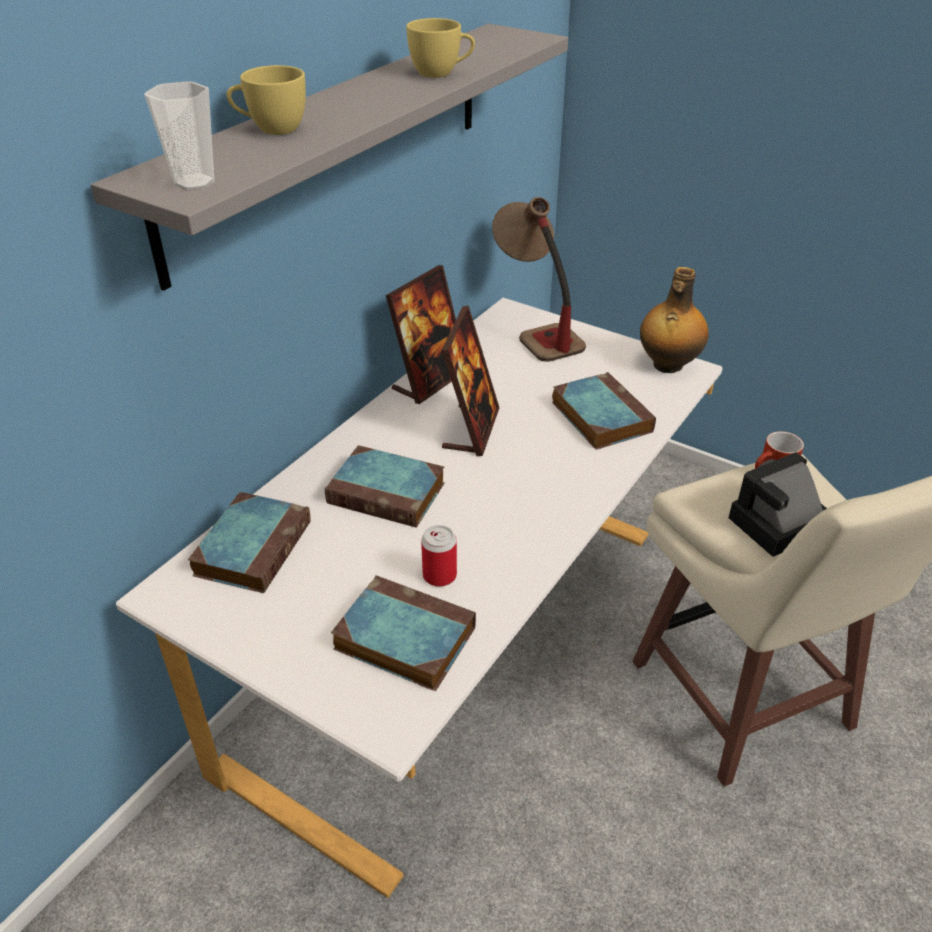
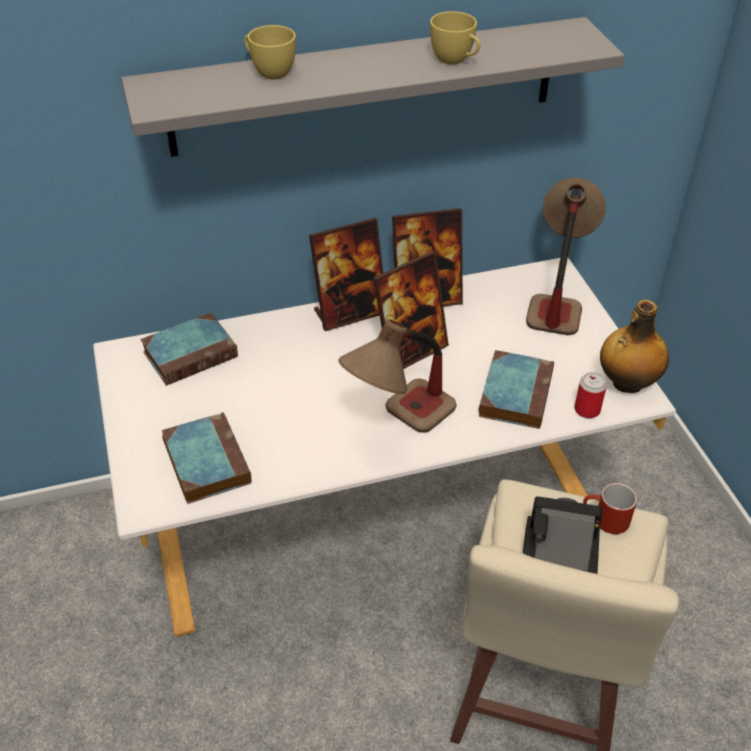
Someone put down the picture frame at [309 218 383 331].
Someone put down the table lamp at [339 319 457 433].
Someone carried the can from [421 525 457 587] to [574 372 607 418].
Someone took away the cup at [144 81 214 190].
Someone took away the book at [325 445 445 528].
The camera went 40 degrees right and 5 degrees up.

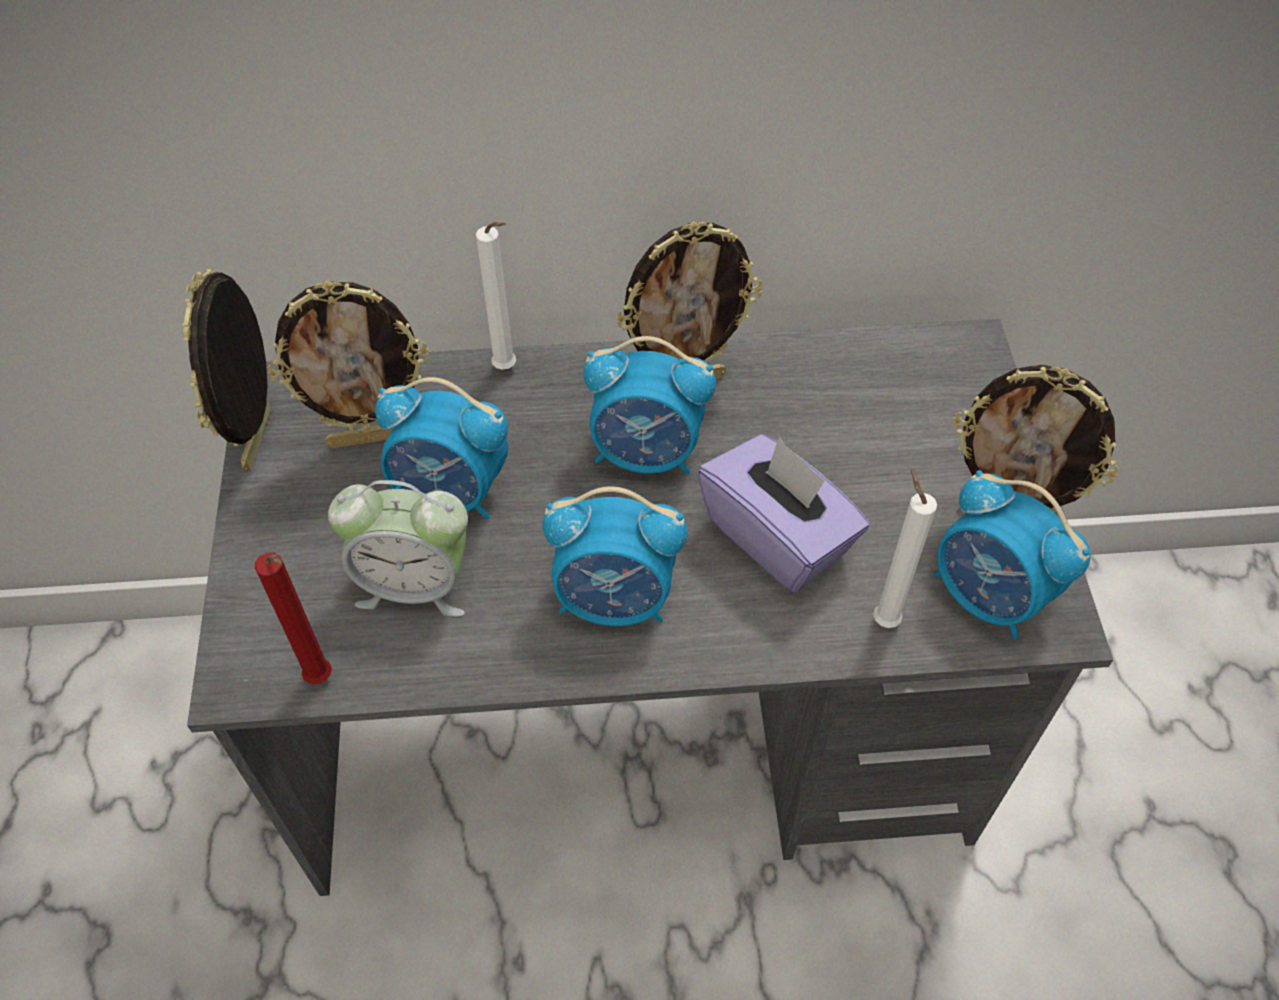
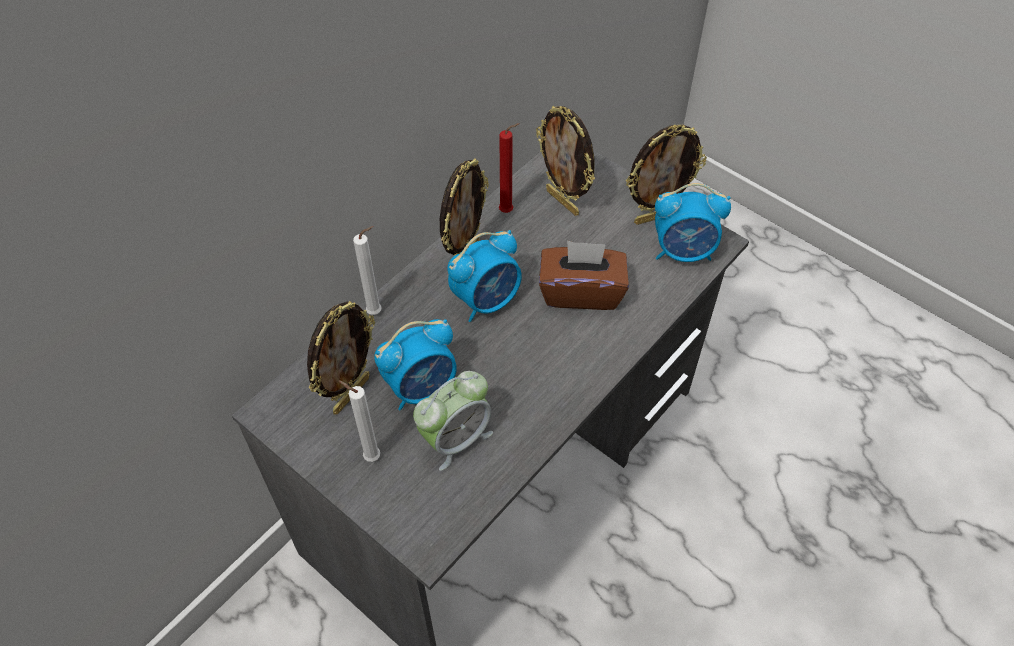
Someone carried the candle (white) from [873 468 937 628] to [339 381 380 462].
Someone carried the candle (red) from [254 553 332 684] to [499 123 519 213].
Someone carried the picture frame from [182 267 271 473] to [536 106 595 216].
Someone repainted the tissue box (purple) at [698 434 869 593], which became the tissue box (brown) at [539 240 629 310].
Someone took away the alarm clock at [542 486 687 626].
The camera went 45 degrees left and 0 degrees up.

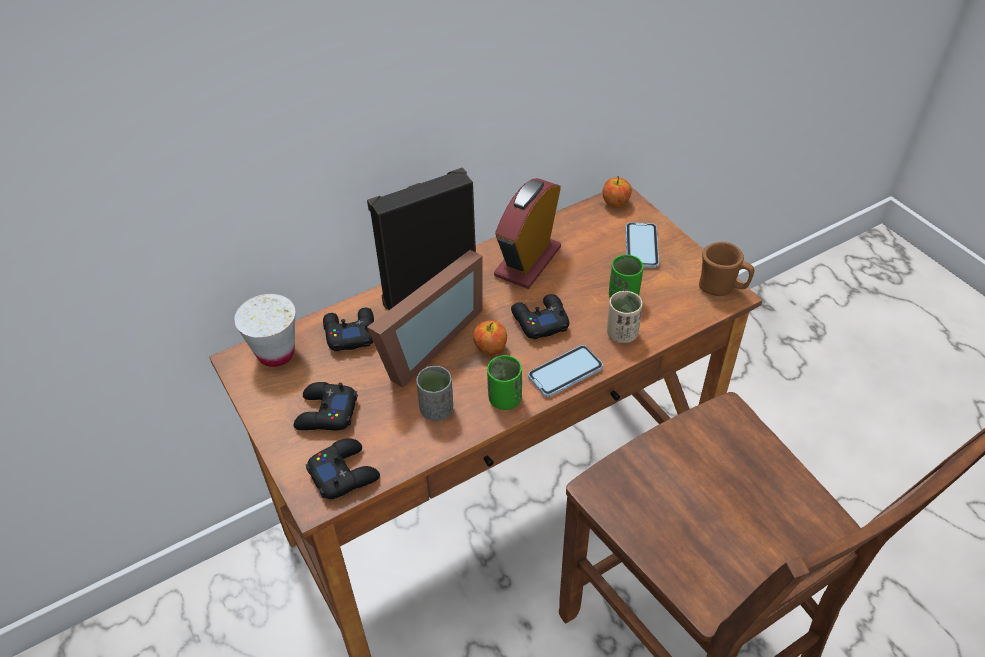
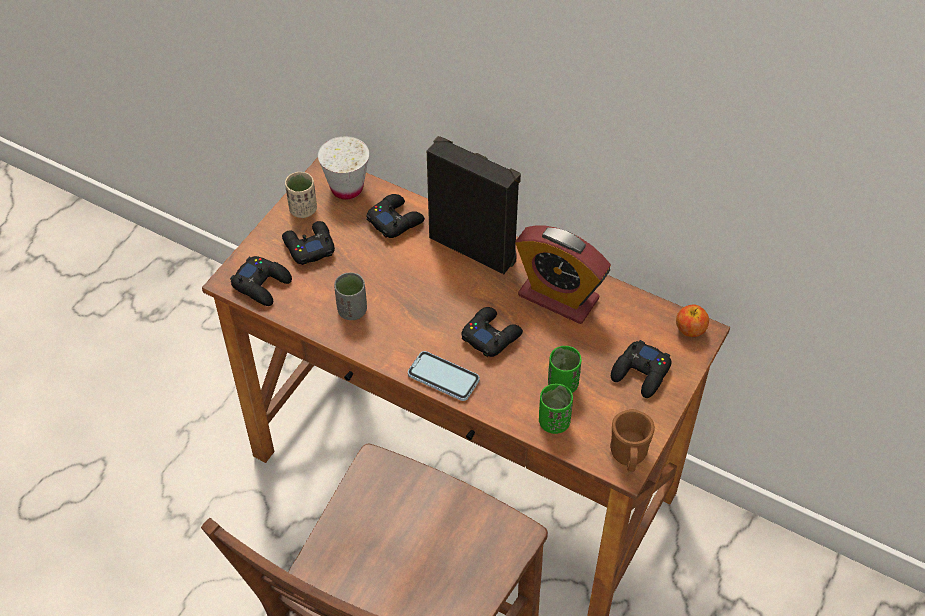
Someone carried the cup (beige) from [607 291 643 343] to [285 172 317 218].
Someone rotated the alarm clock at [494 178 561 289] by 150 degrees counterclockwise.
Someone carried the cup (green) from [487 355 522 410] to [539 384 573 434].
Someone swapped the phone at [626 223 659 268] for the game controller (black) at [611 340 671 398].
Someone took away the picture frame at [367 250 483 388].
Someone took away the apple at [473 320 507 355].
The camera went 60 degrees right and 5 degrees up.

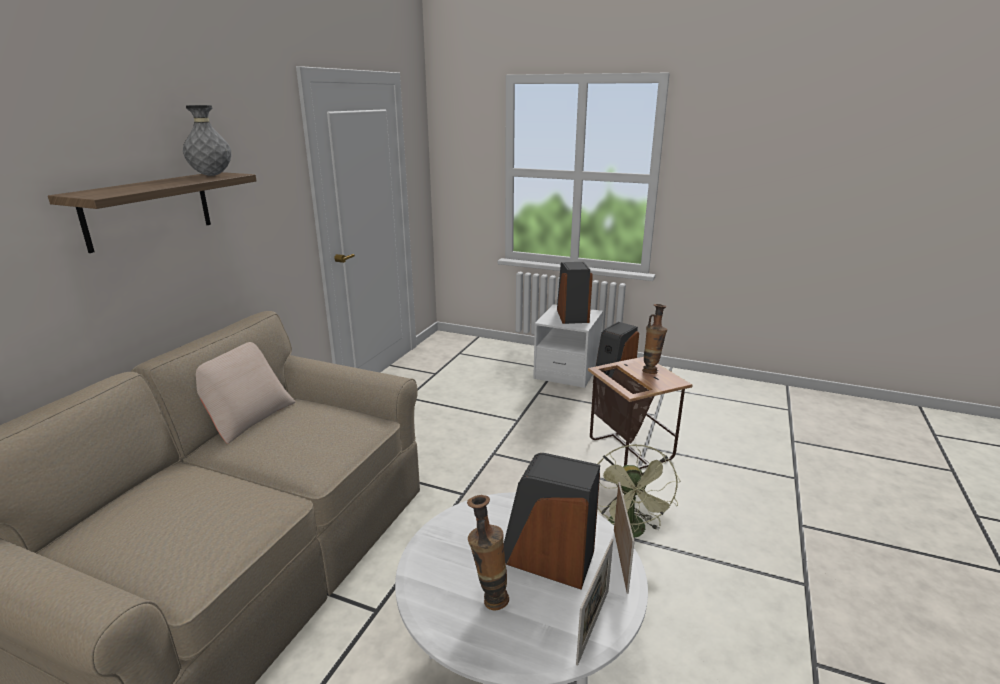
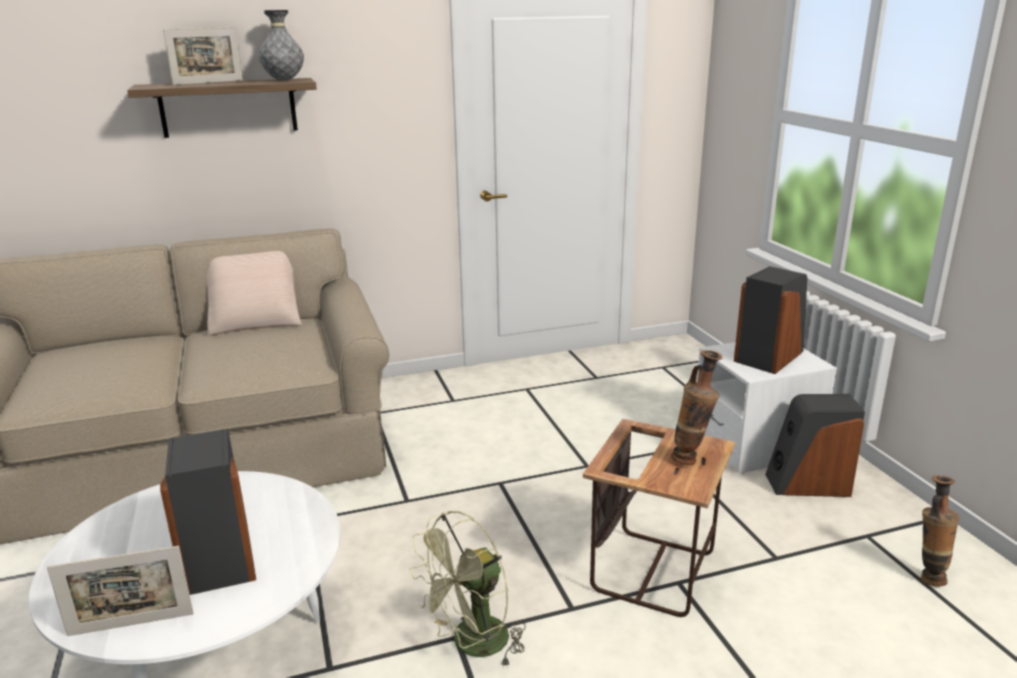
Someone carried the picture frame from [614 482 635 594] to [163 27 243 85].
Someone carried the vase from [467 495 509 611] to [921 475 960 587].
The camera went 50 degrees right and 0 degrees up.

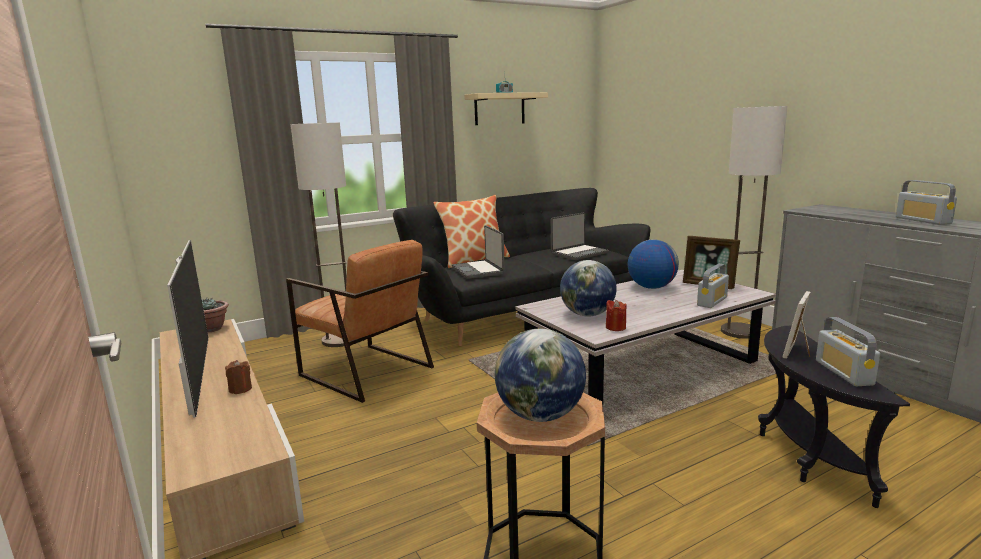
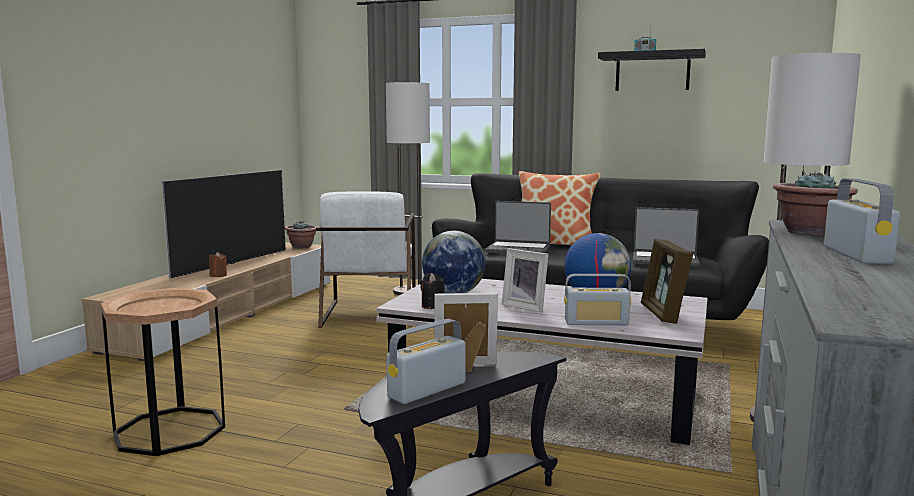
Someone repainted the armchair (brown) at [286 240 434 403], which became the armchair (white) at [316 192 416 328].
Someone repainted the candle (red) at [606 300 626 331], which became the candle (black) at [420 273 445 309].
Someone rotated the laptop at [452 225 505 279] by 105 degrees counterclockwise.
Someone put down the picture frame at [502 248 549 312].
Someone repainted the shelf (beige) at [464 92 548 125], which became the shelf (black) at [598 49 706 91].
Someone put down the potted plant at [773 171 858 236].
Someone rotated the radio at [896 180 957 225] by 150 degrees clockwise.
Someone took away the globe at [495 328 586 422].
The camera went 50 degrees right and 5 degrees down.

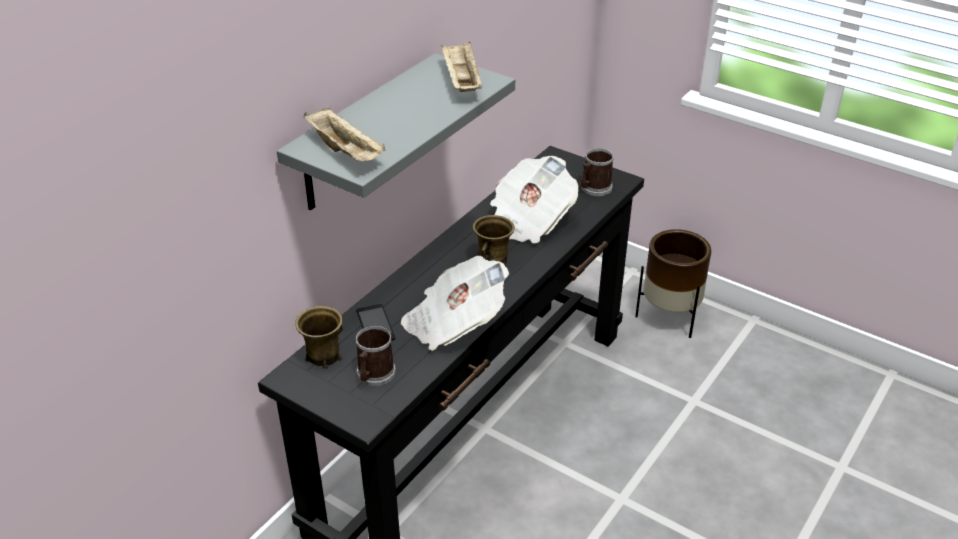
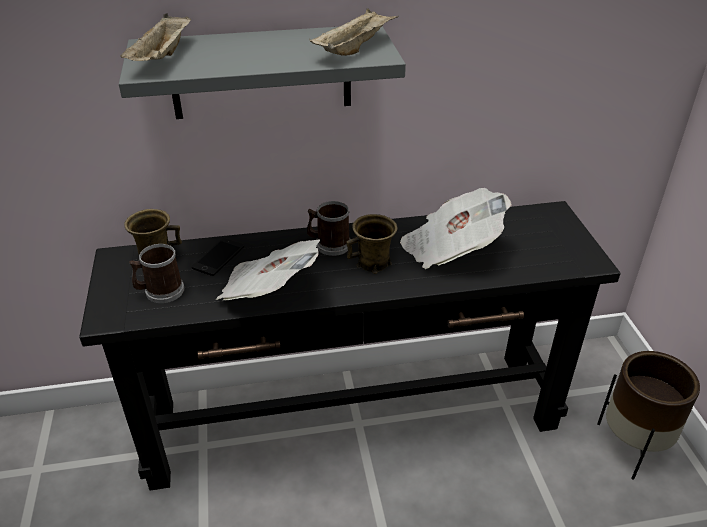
Someone carried the mug from [581 148 614 196] to [307 201 350 256].
The camera went 45 degrees right and 0 degrees up.

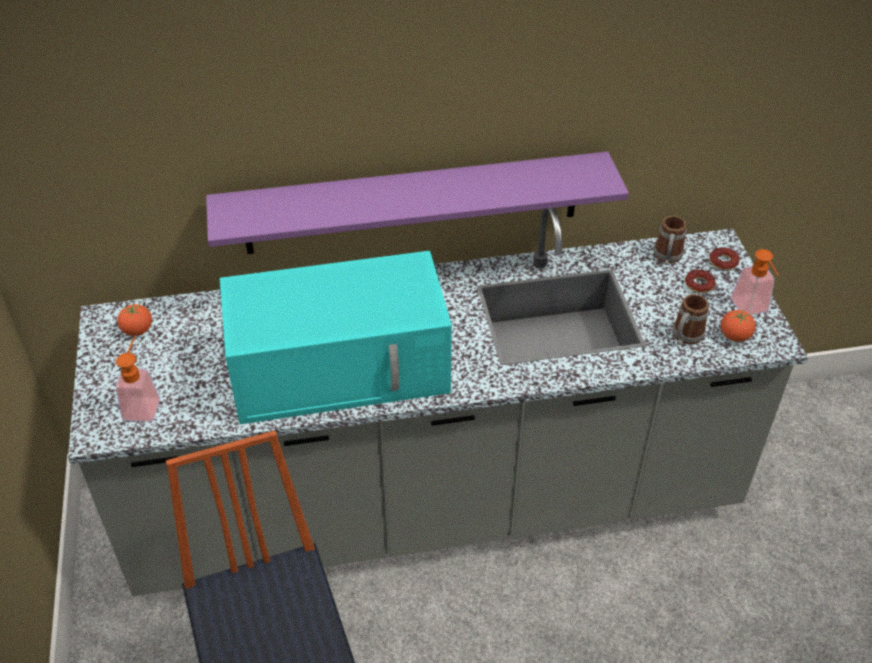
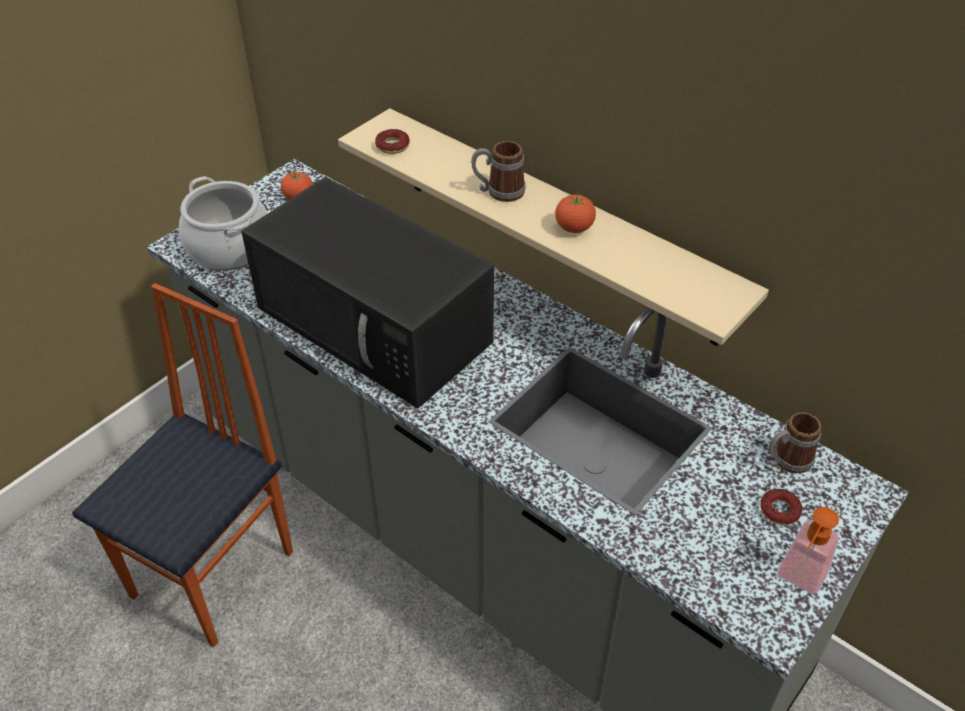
Someone swapped the soap dispenser at [116 337 160 422] for the cooking pot at [179 176 268 270].
Someone repainted the microwave (turquoise) at [220 251 452 424], which became the microwave (black) at [241 177 494 408].
Someone repainted the shelf (purple) at [206 152 629 254], which became the shelf (beige) at [338 108 769 346].
Someone carried the donut from [710 247 740 270] to [375 129 410 154].
Someone carried the mug from [673 294 709 345] to [471 141 526 202].
Someone carried the tomato from [721 310 756 342] to [555 194 596 233].
The camera went 50 degrees right and 0 degrees up.

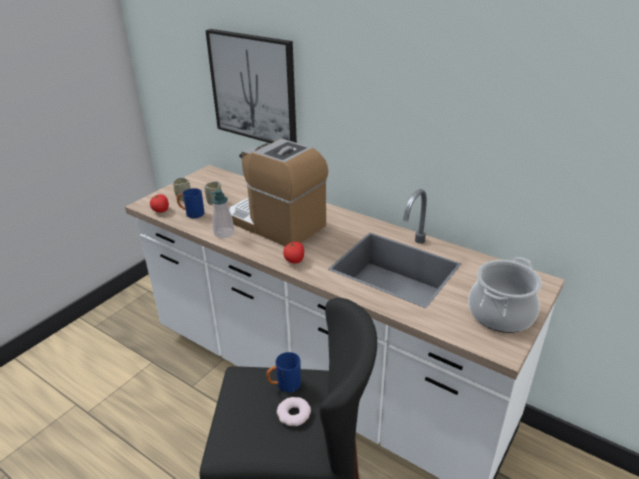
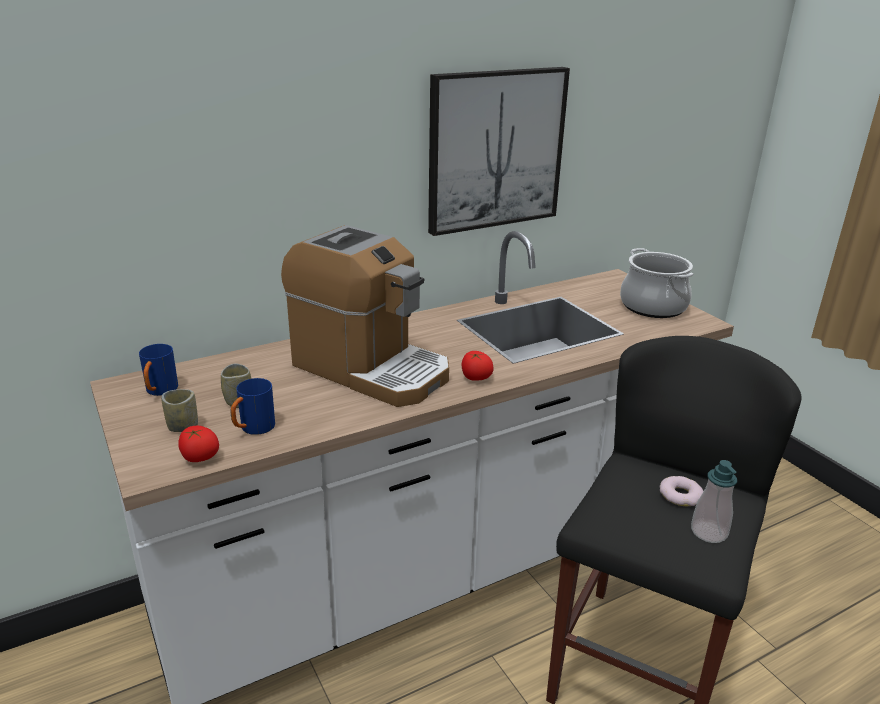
Someone carried the mug (blue) from [266 352 301 393] to [139 344 178 396].
Someone rotated the coffee machine at [229 139 328 246] by 120 degrees counterclockwise.
Someone carried the picture from [205 29 297 143] to [428 67 570 236].
Someone carried the soap dispenser from [211 189 234 238] to [691 460 737 543].
The camera went 65 degrees left and 5 degrees down.

